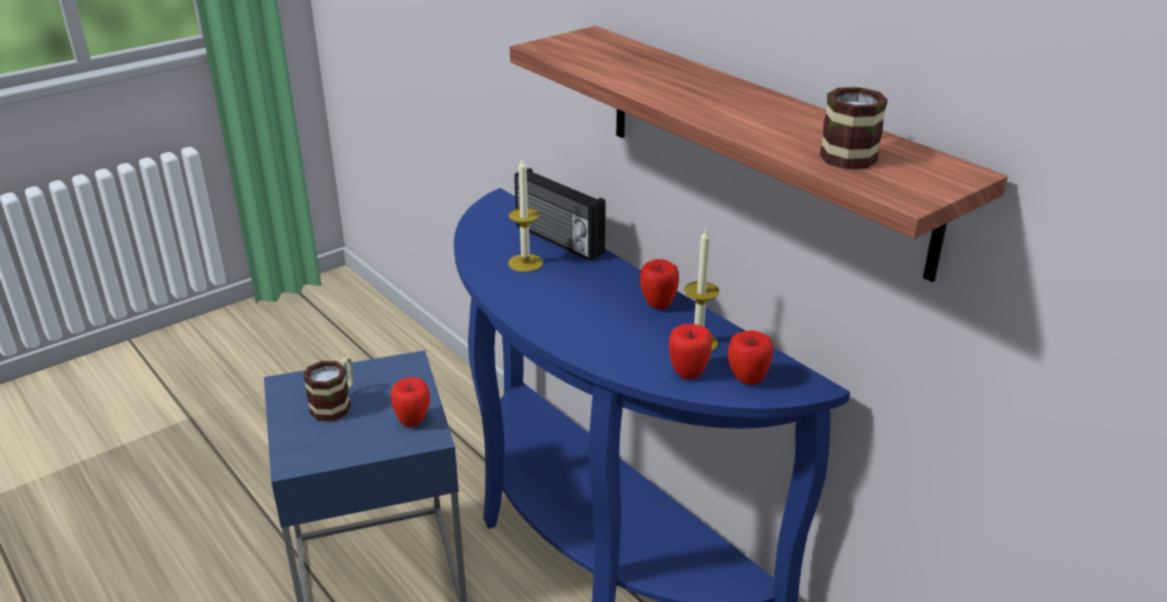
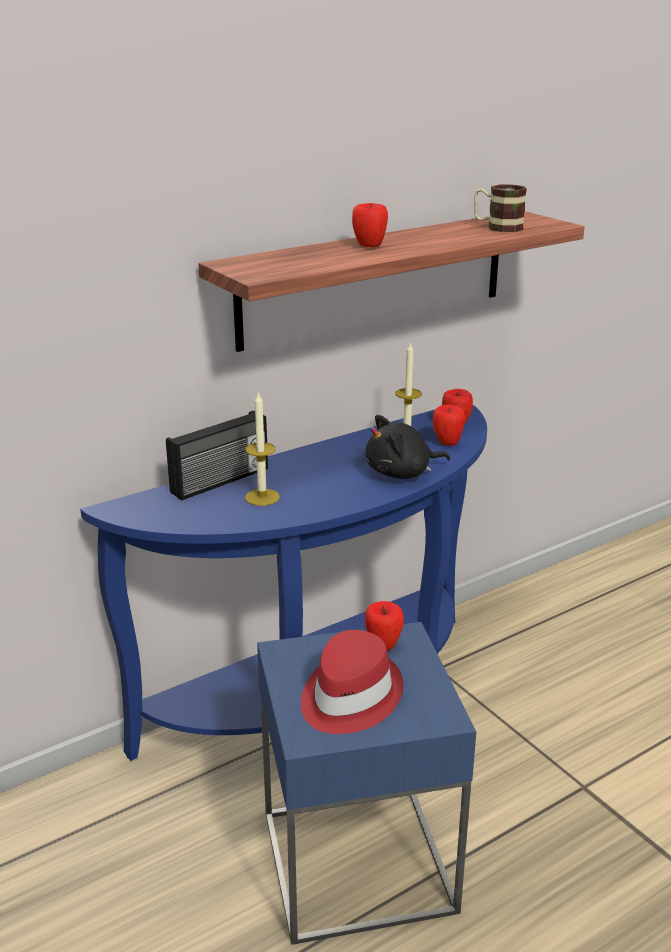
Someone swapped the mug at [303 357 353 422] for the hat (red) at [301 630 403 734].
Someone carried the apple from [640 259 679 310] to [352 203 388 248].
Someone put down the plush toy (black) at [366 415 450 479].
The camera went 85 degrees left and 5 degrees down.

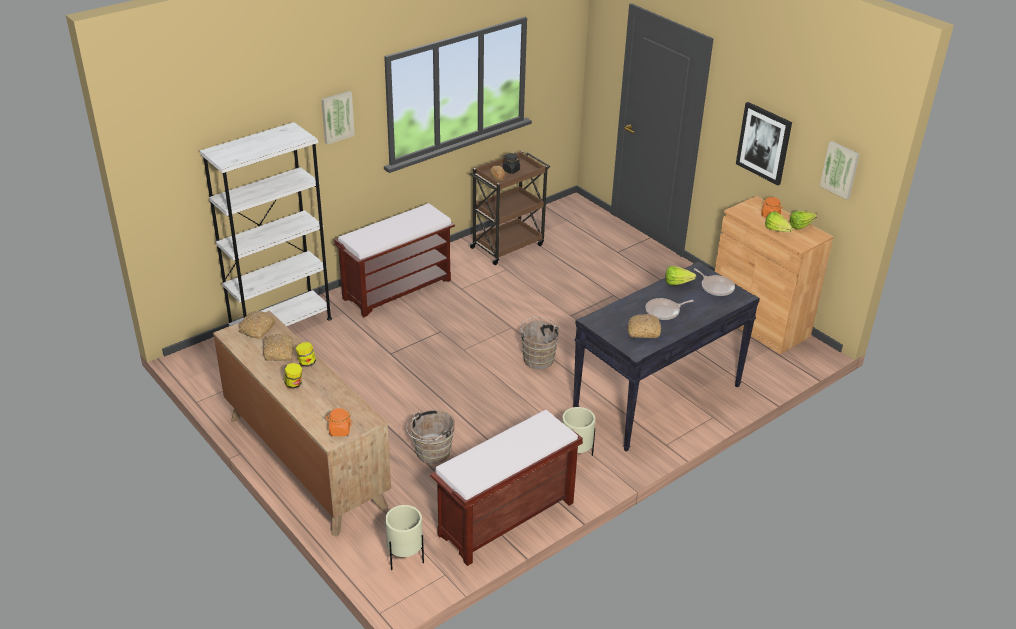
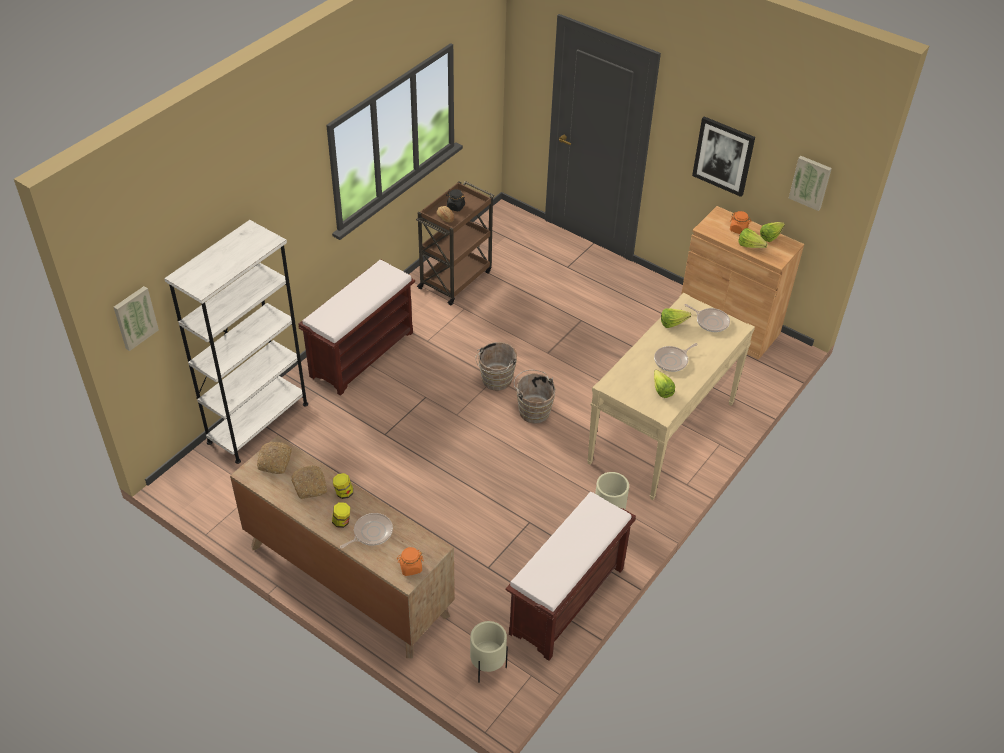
Someone carried the picture from [321 91 355 145] to [114 286 159 351].
Someone put down the frying pan at [340 513 393 549].
Someone carried the bucket (brown) from [406 410 455 464] to [475 342 517 391].
Someone repainted the console table (black) at [573 261 760 452], which became the console table (beige) at [587 293 755 500].
Someone swapped the bread at [627 314 661 338] for the lettuce at [654 370 675 398].
The camera went 15 degrees left and 10 degrees up.

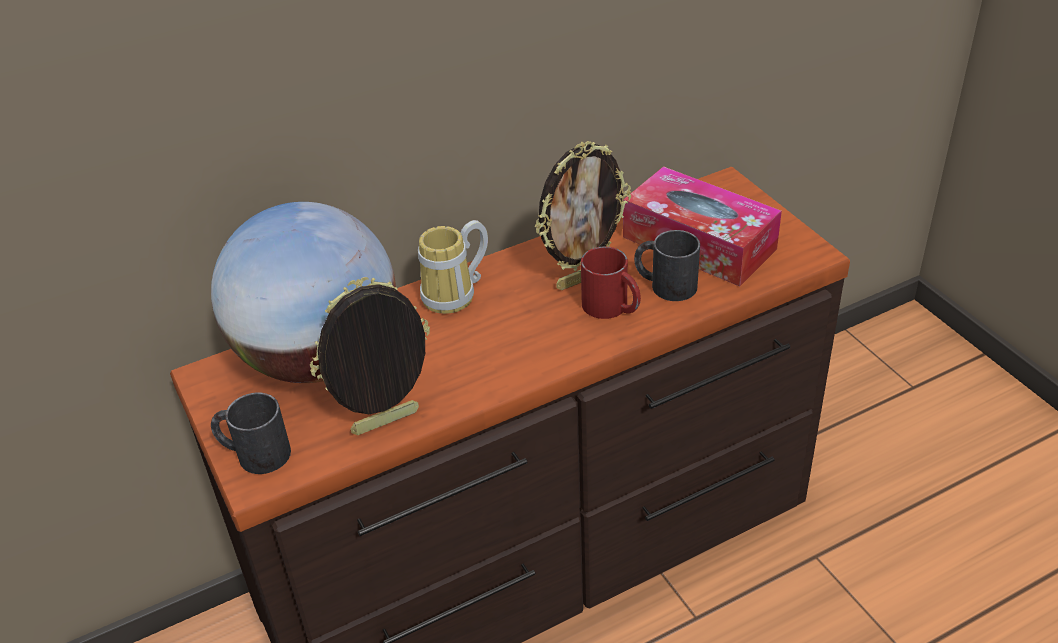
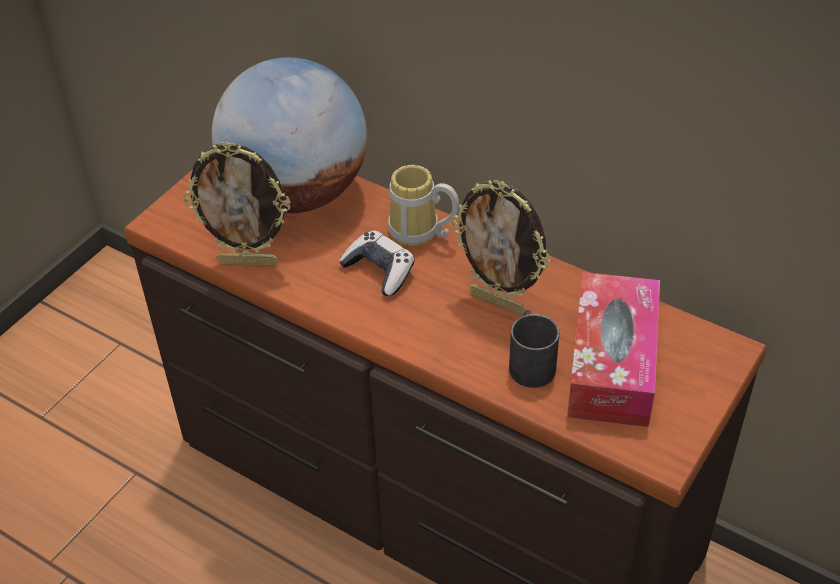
Someone rotated the picture frame at [310 277 430 435] by 150 degrees clockwise.
Someone put down the game controller at [339 230 415 296].
Someone took away the mug (black) at [211 392 291 474].
Someone took away the mug (red) at [581 246 641 319].
The camera went 60 degrees right and 5 degrees up.

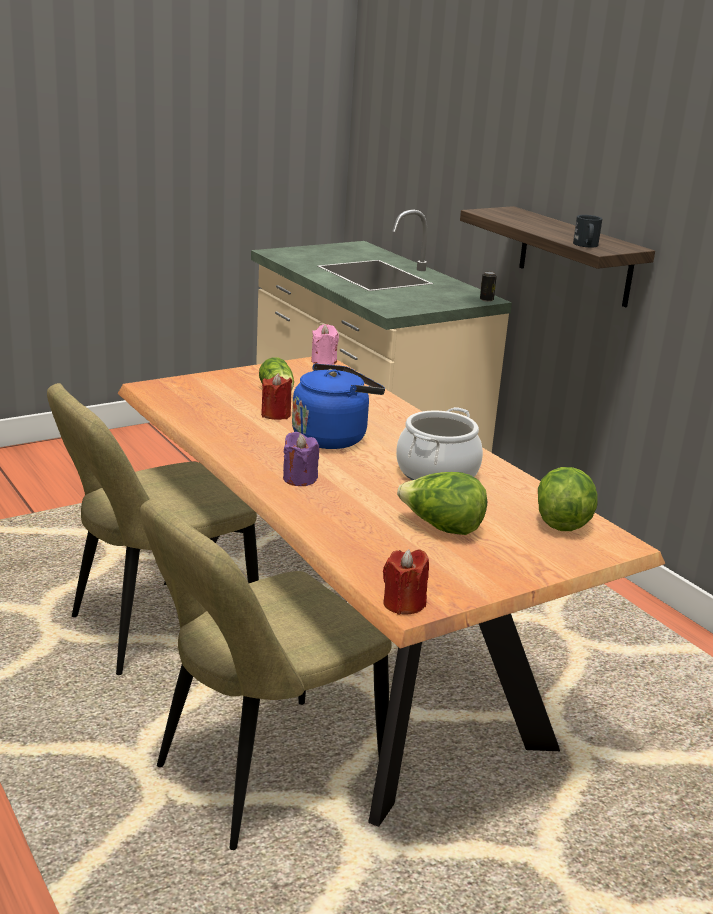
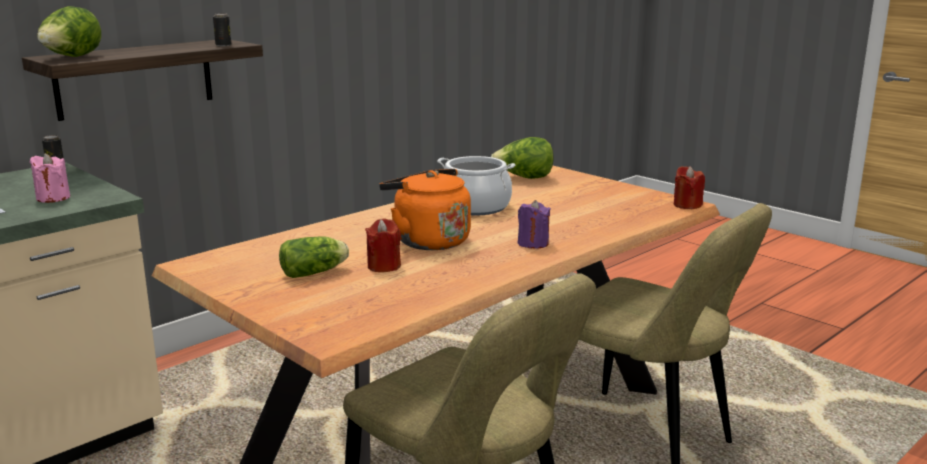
Someone carried the candle (pink) from [311 324 339 365] to [30 153 70 203].
Someone carried the lettuce from [397 472 487 535] to [37 6 101 57].
Someone swapped the mug (black) at [573 215 602 247] for the can at [213 13 231 47].
Someone repainted the kettle (blue) at [292 364 385 449], which became the kettle (orange) at [379 169 471 250].
The camera went 100 degrees left and 5 degrees down.

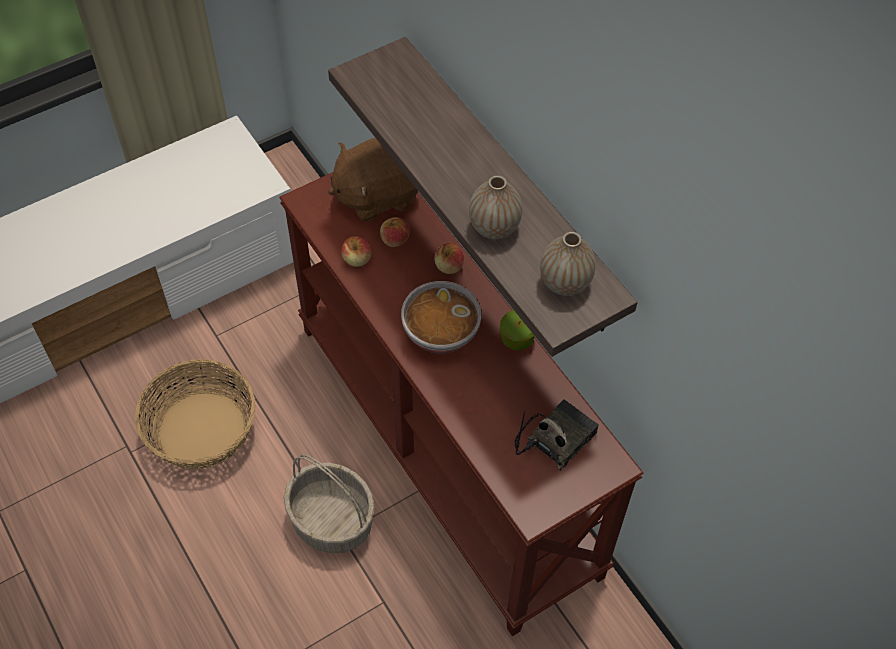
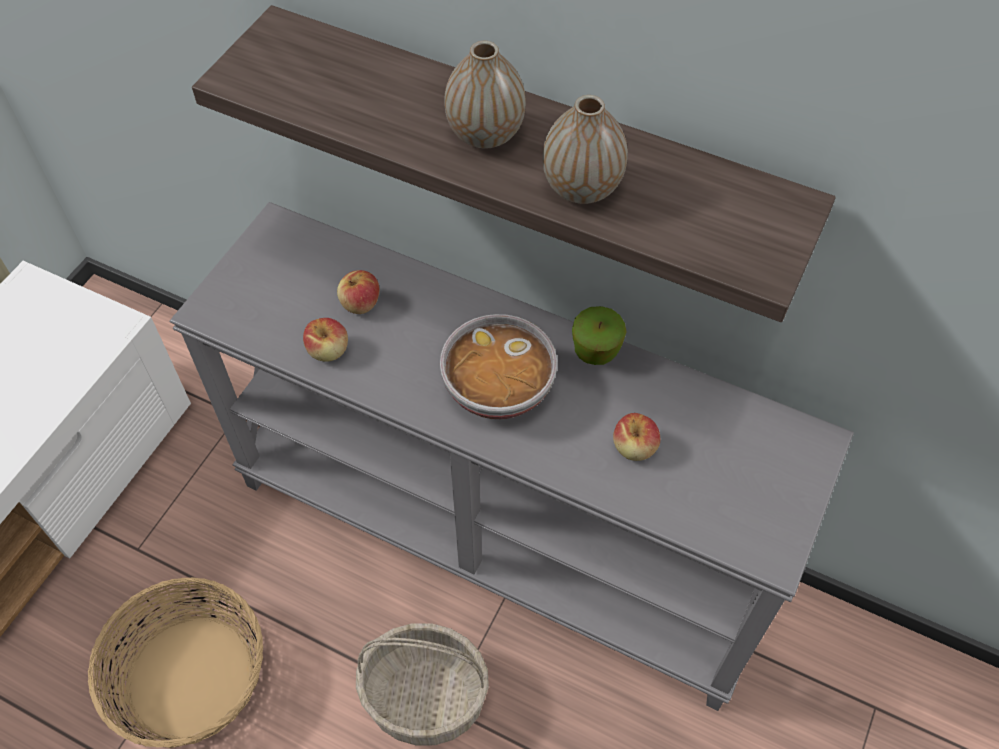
Someone repainted the console table (brown) at [279 172 643 636], which became the console table (grey) at [169 202 854 711].
Someone carried the vase from [540 232 596 296] to [444 41 526 149].
Someone carried the apple from [434 243 464 274] to [613 413 660 461].
Someone took away the plush toy (brown) at [328 138 418 222].
Someone took away the radio at [515 399 598 471].
The camera went 30 degrees left and 0 degrees up.

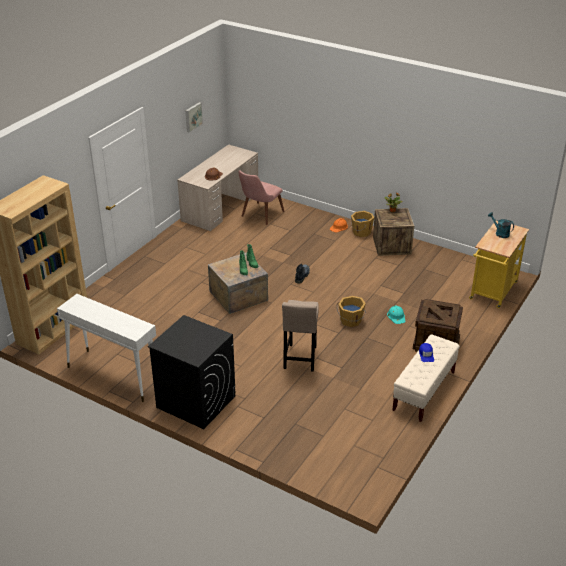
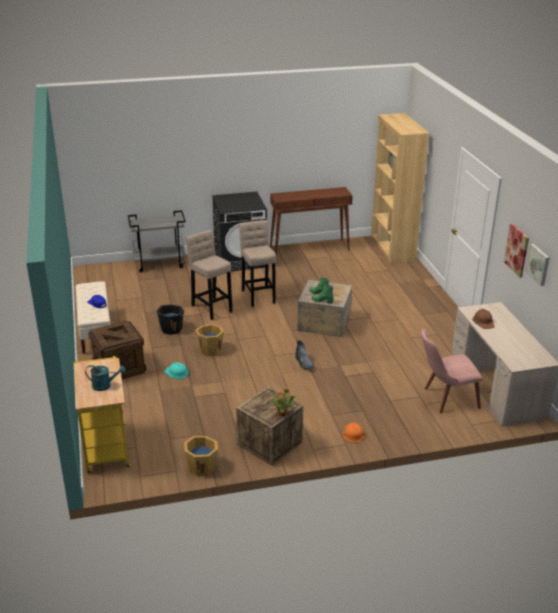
Someone put down the cart (grey) at [128 210 186 272].
Someone put down the bucket (black) at [157 304 186 335].
Someone carried the bucket (orange) from [351 211 374 237] to [184 436 220 476].
Someone put down the stool (beige) at [239 220 276 307].
Someone repainted the console table (white) at [57 294 156 402], which became the console table (brown) at [270 187 353 258].
Someone rotated the chair (pink) at [238 170 285 225] by 90 degrees counterclockwise.
Someone put up the picture at [504 223 529 278].
The camera went 135 degrees right and 5 degrees down.

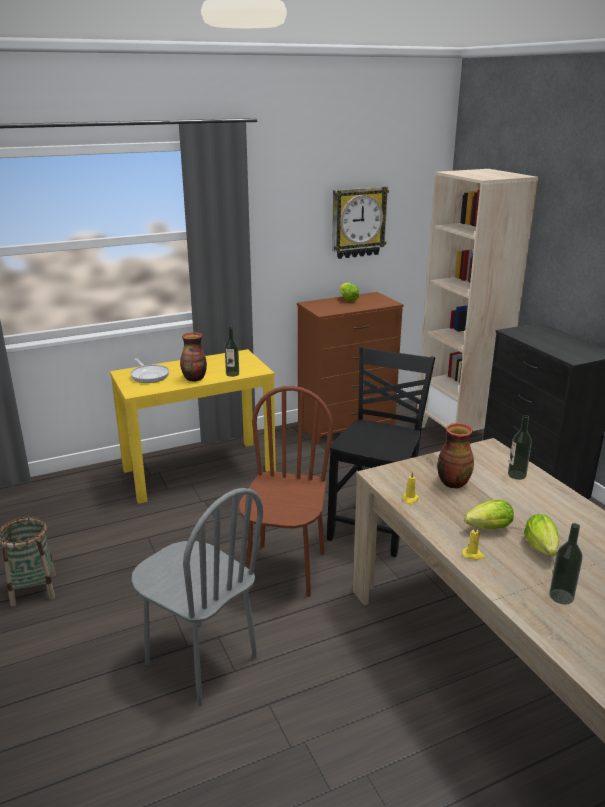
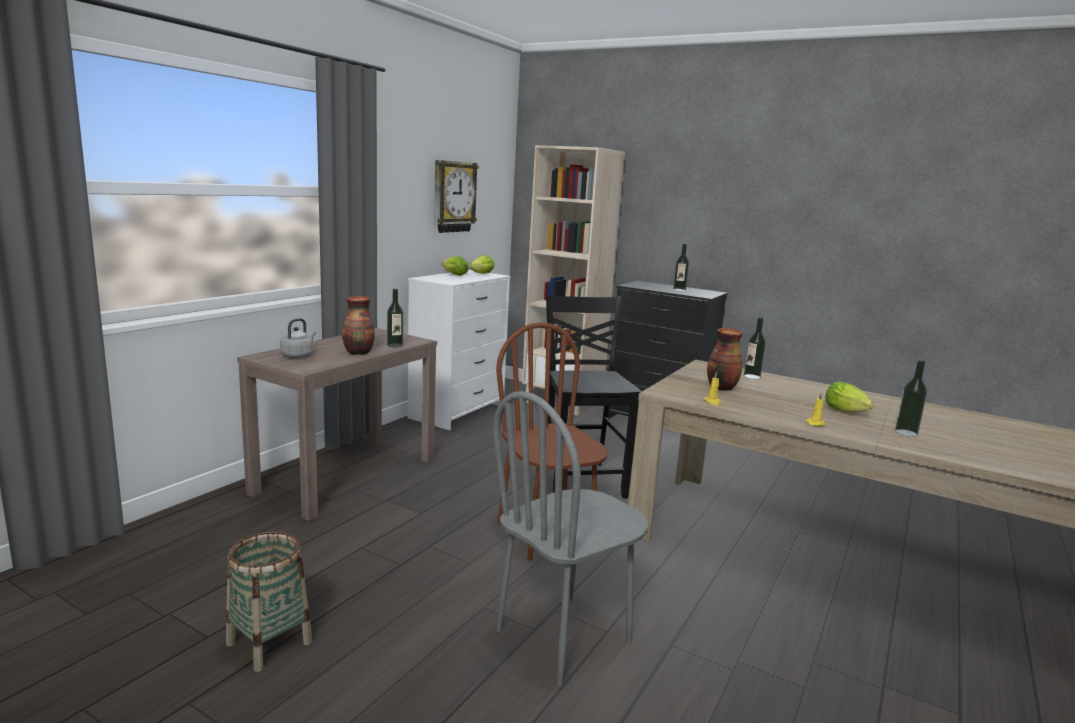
Someone repainted the console table (yellow) at [110 349 276 504], which became the console table (brown) at [237 328 437 521].
Someone swapped the frying pan at [130 358 169 383] for the kettle (grey) at [280 318 316 358].
Someone repainted the dresser (brown) at [297 292 404 444], which became the dresser (white) at [408 270 511 430].
Someone carried the lettuce from [464 500 514 529] to [469 255 494 274].
Someone rotated the chair (grey) at [132 488 263 707] by 135 degrees clockwise.
Someone put down the bottle at [673 244 689 291].
The camera went 35 degrees left and 10 degrees down.

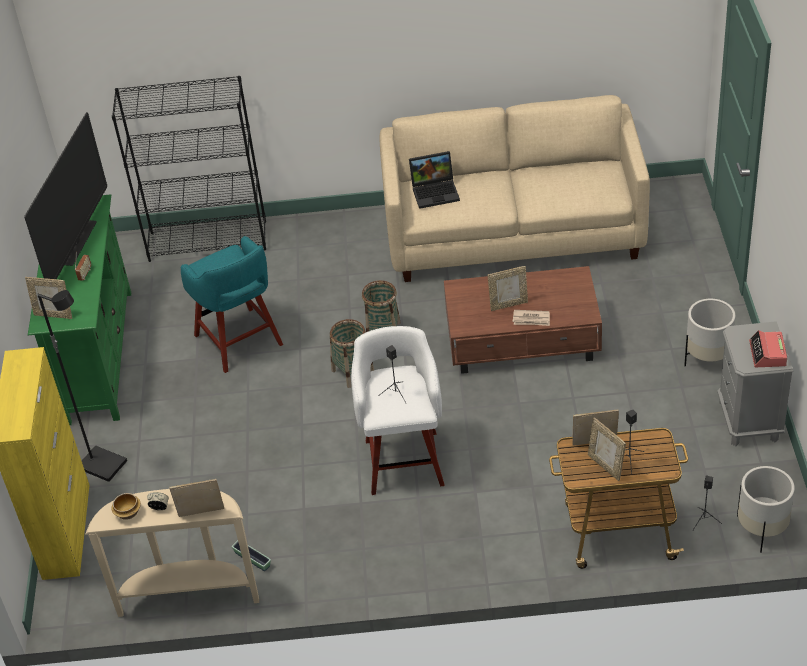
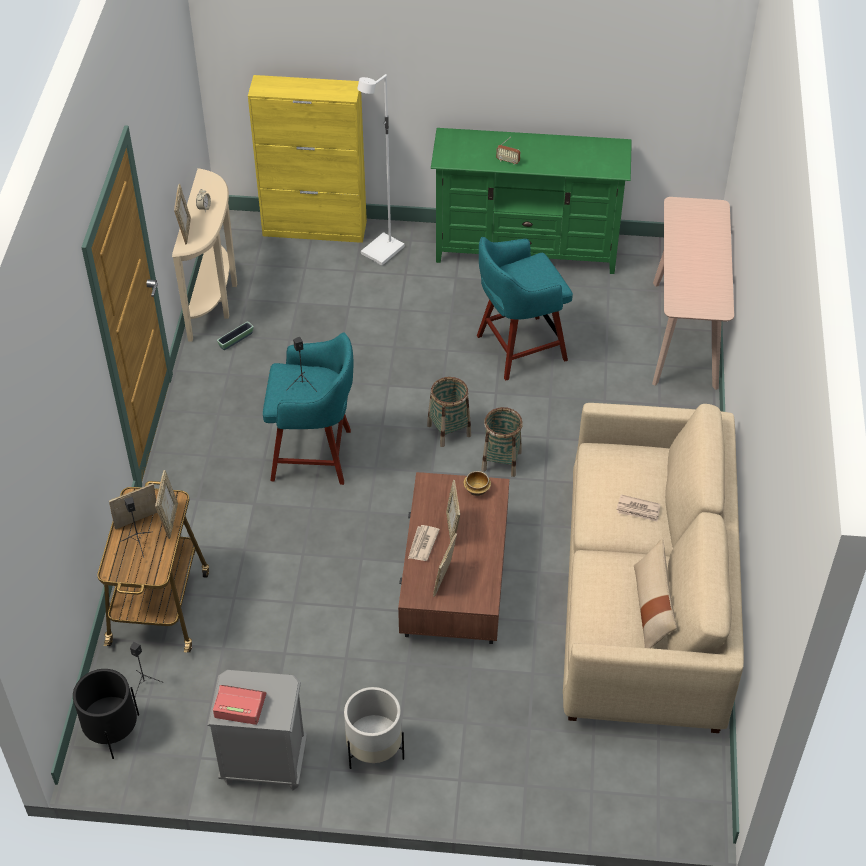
Someone repainted the planter (white) at [737 466 795 553], which became the planter (black) at [73 669 139 759].
Someone repainted the stool (white) at [351 326 445 495], which became the stool (turquoise) at [263 332 353 485].
Someone repainted the floor lamp (black) at [37 290 127 482], which became the floor lamp (white) at [357 74 405 266].
Someone carried the picture frame from [25 277 72 319] to [433 533 457 597].
Someone carried the bowl from [111 493 141 520] to [463 471 491 496].
Someone put down the newspaper at [616 495 660 522].
Someone put down the pillow (beige) at [634 538 677 648].
Someone swapped the bookcase (black) at [112 76 266 262] for the console table (beige) at [652 197 734 390].
Someone took away the television at [24 112 107 279].
Someone took away the laptop at [409 151 460 209].
The camera went 95 degrees right and 5 degrees up.

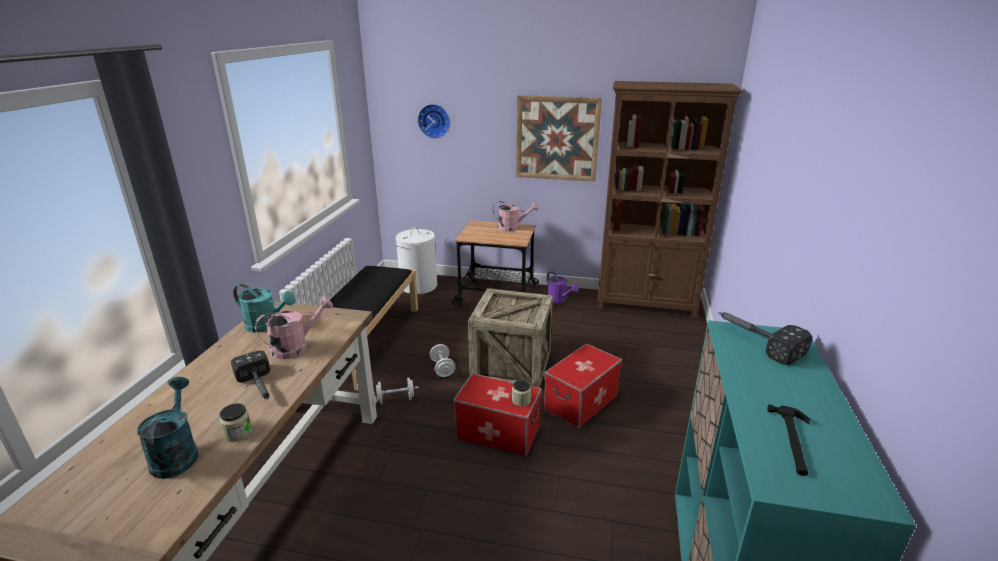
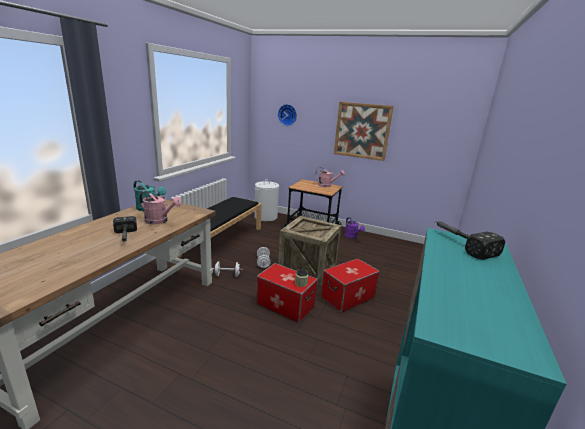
Someone rotated the watering can (pink) at [255 296 333 359] by 45 degrees clockwise.
Someone took away the watering can (turquoise) at [137 377 199 479].
Someone took away the jar at [219 403 252 442].
Someone took away the bookcase (brown) at [597 81 743 319].
Someone took away the hammer at [767 405 811 476].
The camera went 10 degrees right and 5 degrees down.

